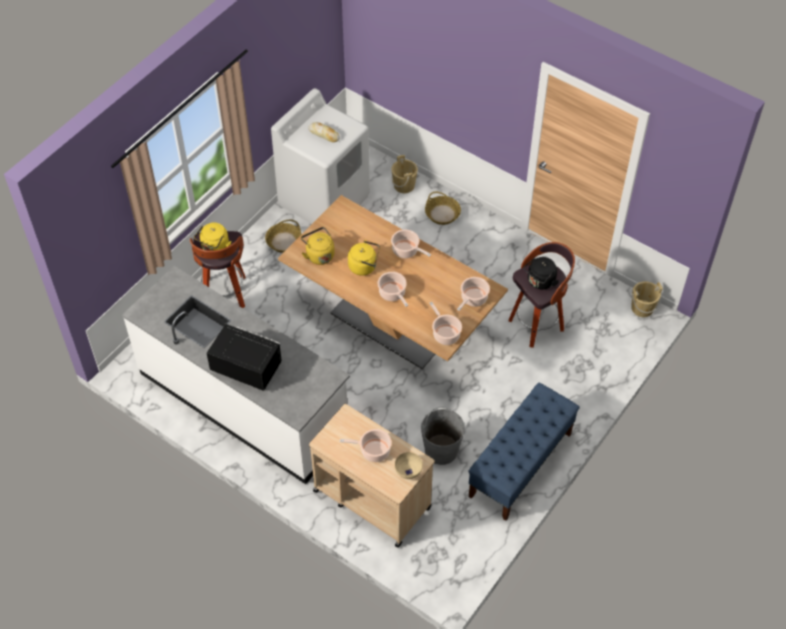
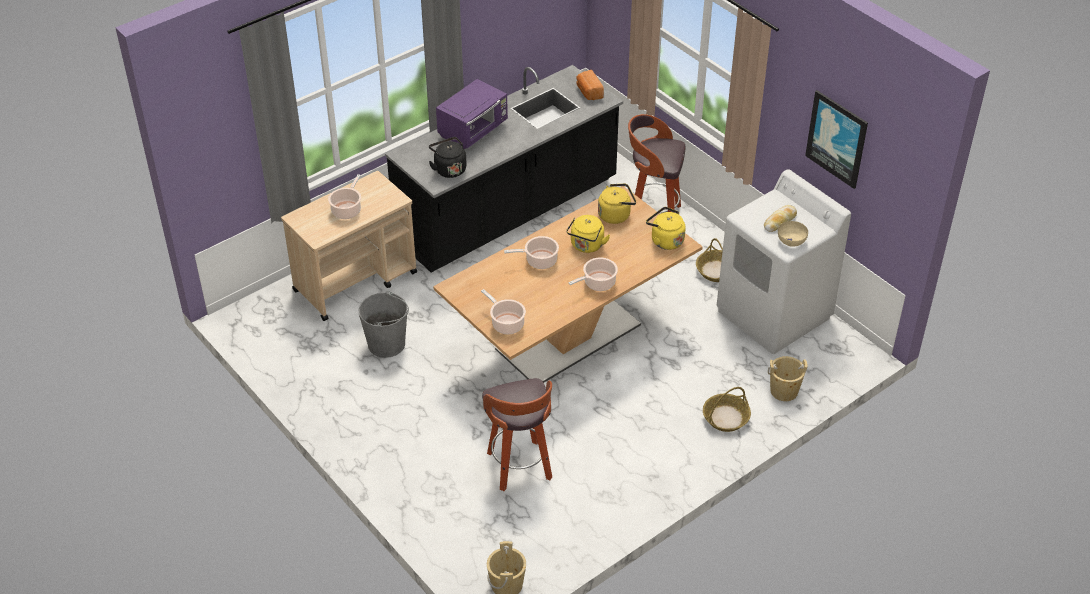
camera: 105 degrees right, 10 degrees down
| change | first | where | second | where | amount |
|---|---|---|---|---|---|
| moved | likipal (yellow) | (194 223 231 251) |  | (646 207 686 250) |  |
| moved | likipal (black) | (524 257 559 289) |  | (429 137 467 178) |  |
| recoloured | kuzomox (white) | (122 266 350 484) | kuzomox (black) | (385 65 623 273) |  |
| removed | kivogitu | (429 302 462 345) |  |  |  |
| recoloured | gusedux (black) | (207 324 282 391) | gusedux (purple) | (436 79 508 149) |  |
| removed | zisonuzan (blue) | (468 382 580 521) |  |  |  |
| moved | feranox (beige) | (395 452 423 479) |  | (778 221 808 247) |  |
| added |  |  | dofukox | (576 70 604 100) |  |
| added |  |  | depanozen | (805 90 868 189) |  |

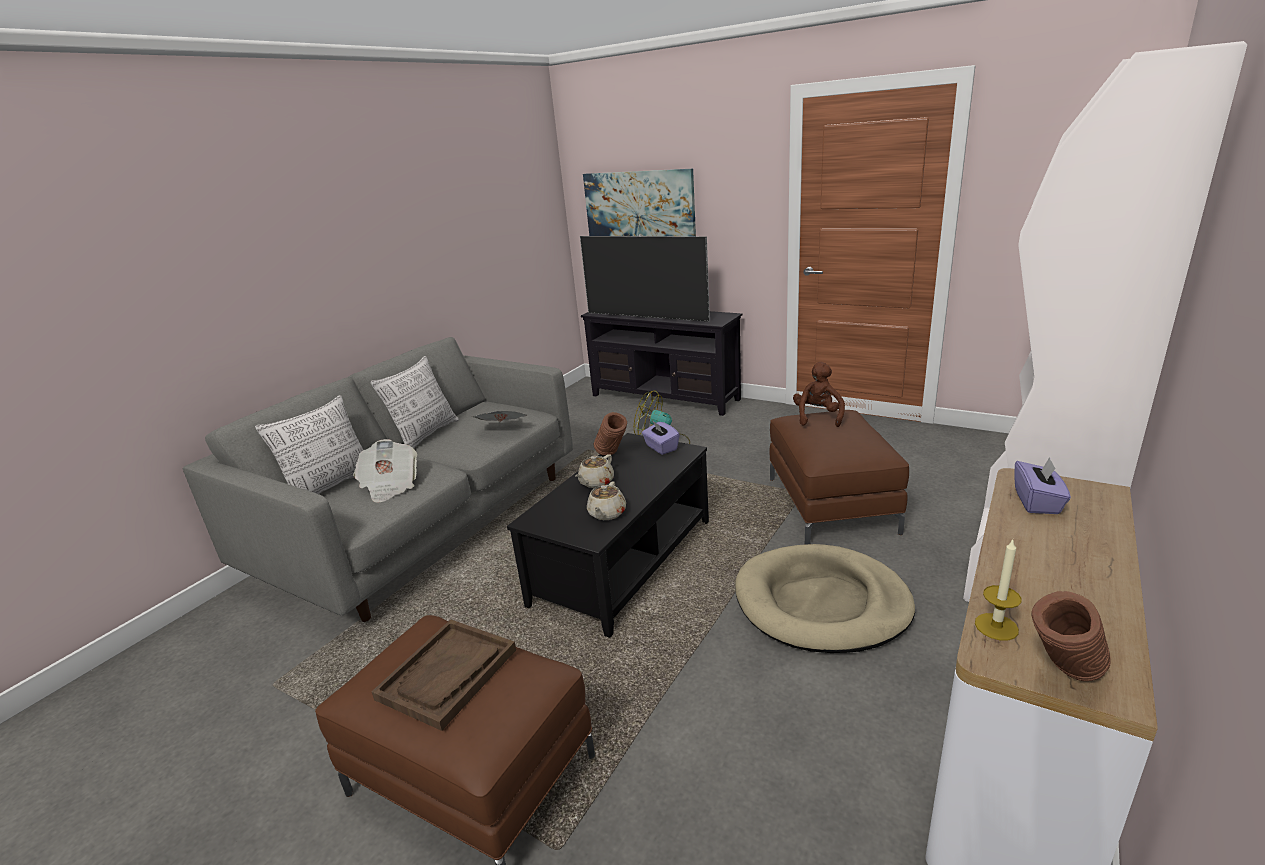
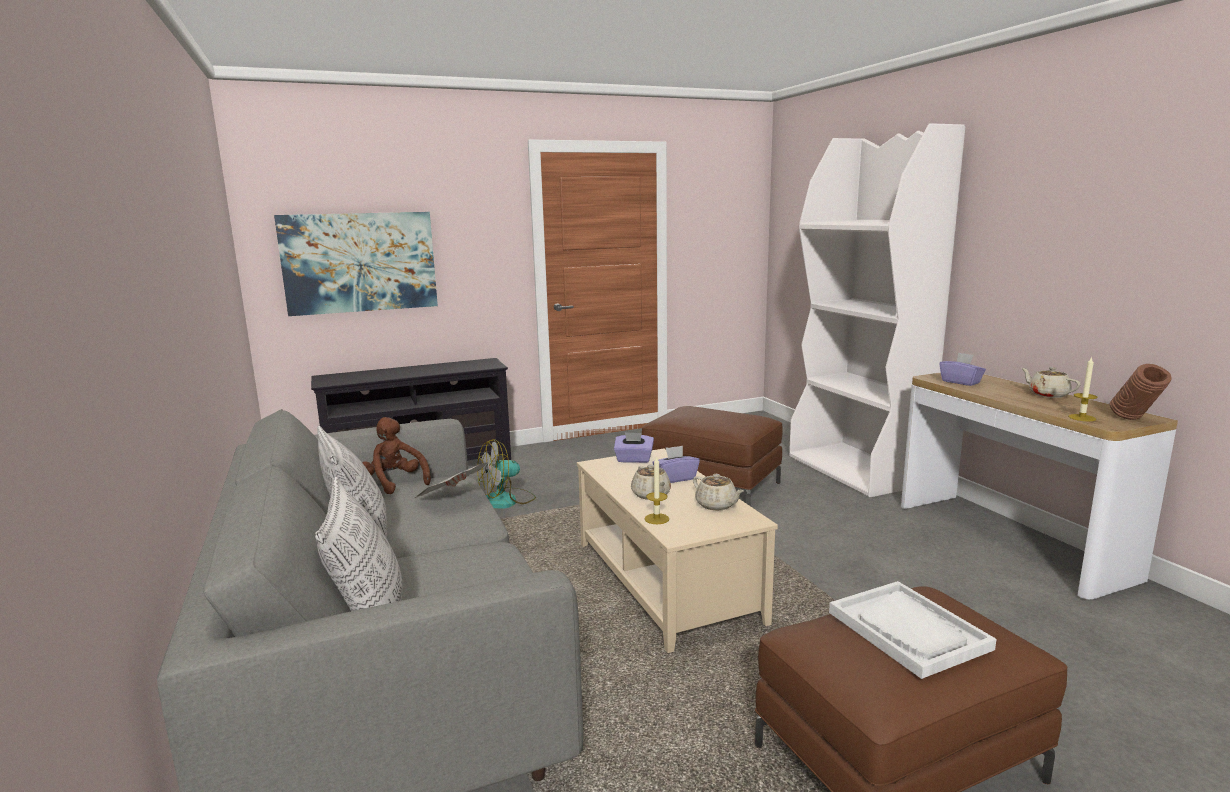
camera: 55 degrees left, 10 degrees down
| change | first | where | second | where | amount |
|---|---|---|---|---|---|
| removed | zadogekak | (580 234 710 322) |  |  |  |
| moved | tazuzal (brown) | (793 362 845 427) |  | (363 417 431 494) |  |
| removed | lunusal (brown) | (593 412 627 456) |  |  |  |
| recoloured | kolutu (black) | (507 433 709 638) | kolutu (beige) | (577 449 778 653) |  |
| removed | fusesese | (353 439 417 503) |  |  |  |
| removed | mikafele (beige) | (735 544 915 653) |  |  |  |
| recoloured | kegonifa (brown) | (372 620 516 731) | kegonifa (white) | (829 581 997 679) |  |
| added |  |  | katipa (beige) | (1021 367 1081 398) |  |
| added |  |  | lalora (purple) | (652 445 700 483) |  |
| added |  |  | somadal | (645 456 669 524) |  |

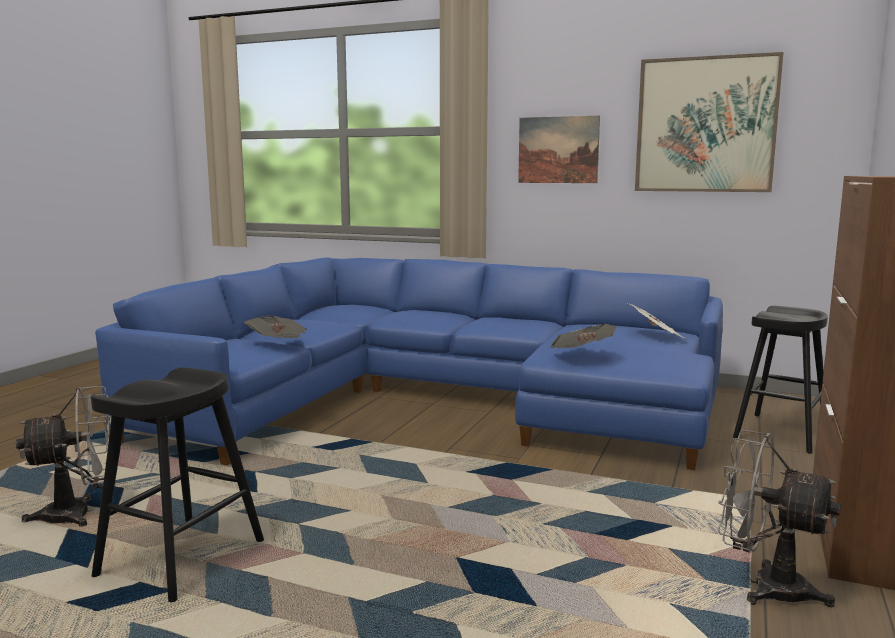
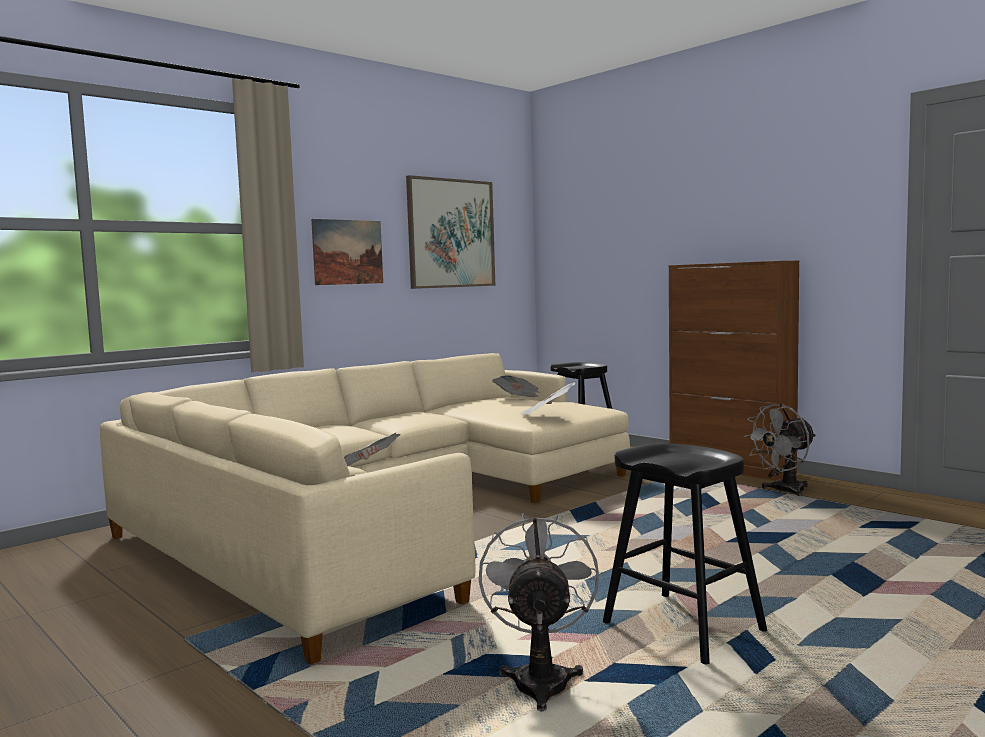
camera: 65 degrees left, 5 degrees down
| change | first | where | second | where | amount |
|---|---|---|---|---|---|
| recoloured | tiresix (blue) | (95 258 723 470) | tiresix (beige) | (100 353 630 665) |  |

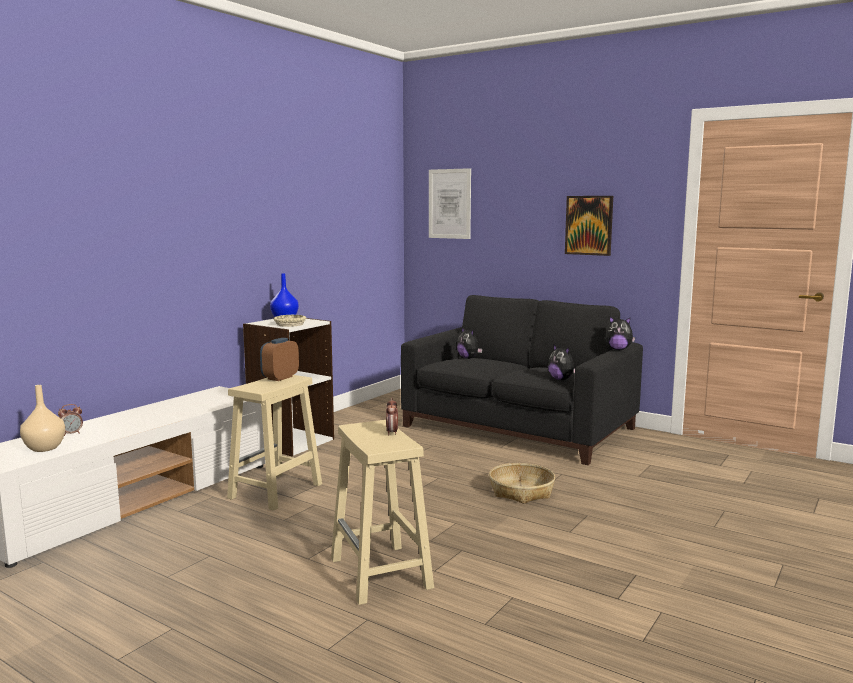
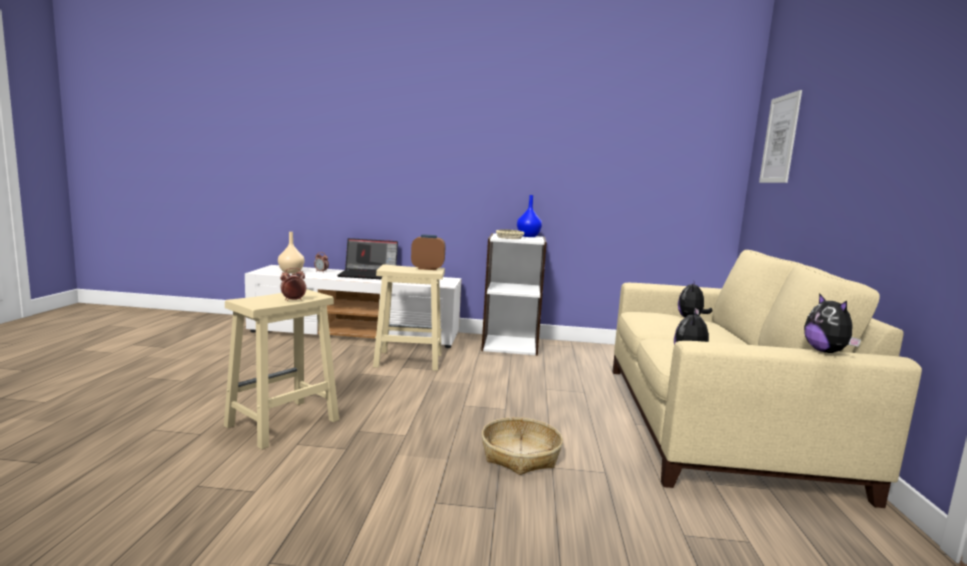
camera: 60 degrees right, 0 degrees up
| change | first | where | second | where | amount |
|---|---|---|---|---|---|
| removed | depanozen | (565 196 613 256) |  |  |  |
| recoloured | tiresix (black) | (401 295 643 465) | tiresix (beige) | (613 250 922 508) |  |
| added |  |  | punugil | (337 238 398 279) |  |

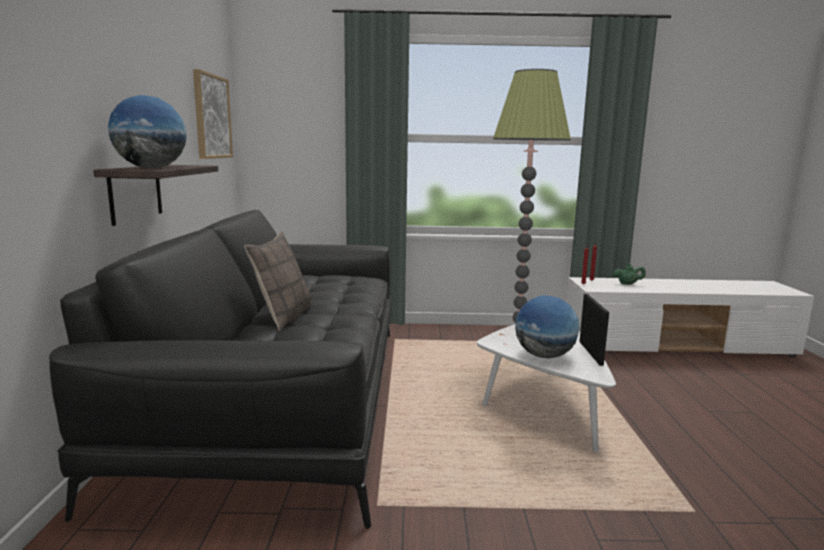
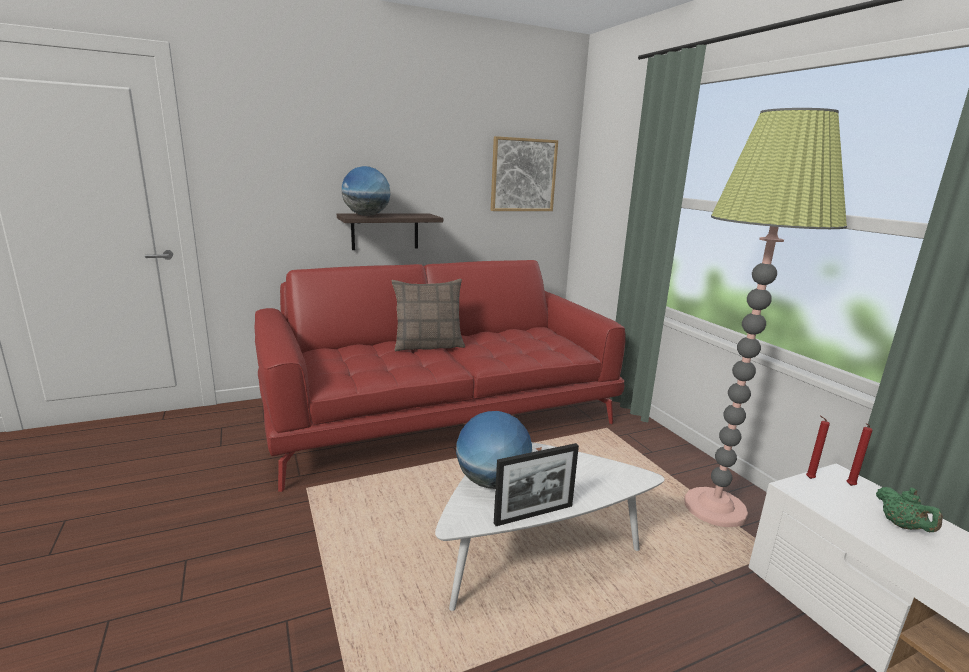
camera: 65 degrees right, 5 degrees up
| change | first | where | second | where | amount |
|---|---|---|---|---|---|
| recoloured | tiresix (black) | (49 210 391 529) | tiresix (red) | (255 260 626 492) |  |

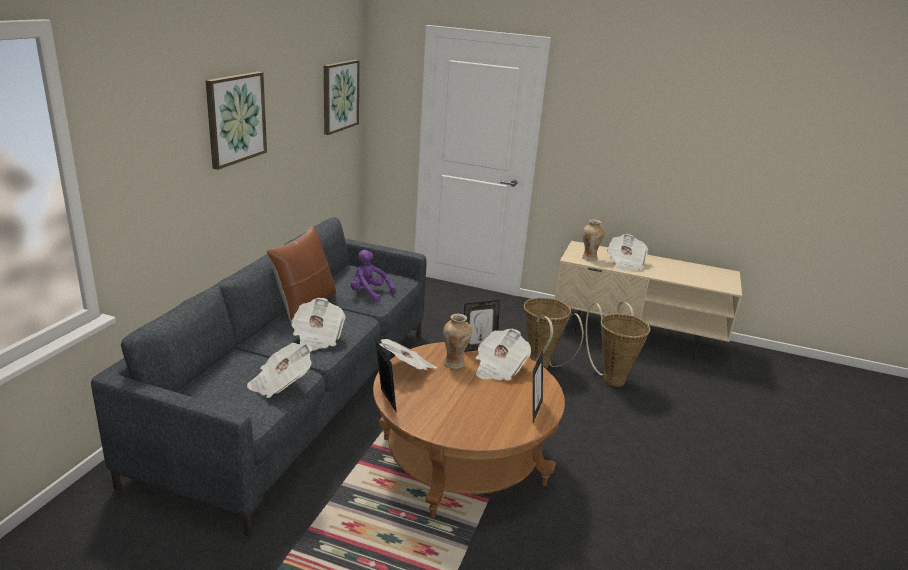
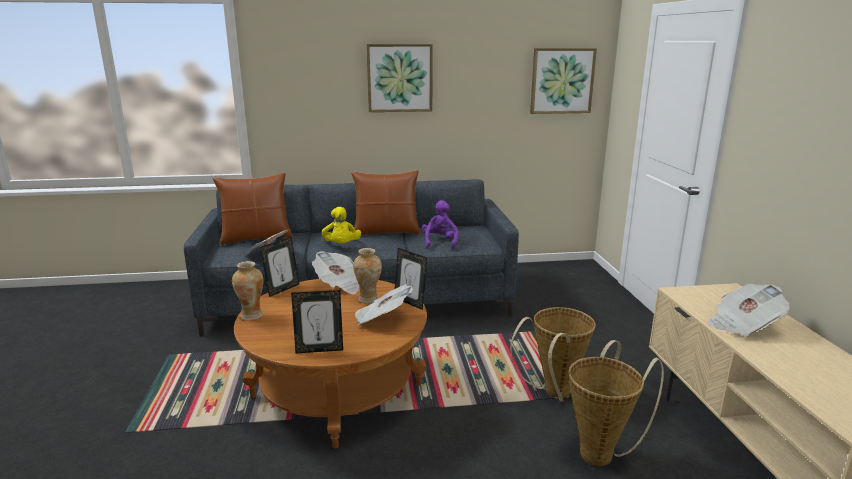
camera: 65 degrees right, 5 degrees down
| change | first | where | second | where | amount |
|---|---|---|---|---|---|
| moved | lunusal | (582 220 604 261) |  | (232 261 263 321) |  |
| replaced | fusesese | (291 298 346 351) | tazuzal (yellow) | (322 207 361 243) |  |
| added |  |  | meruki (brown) | (213 173 293 245) |  |

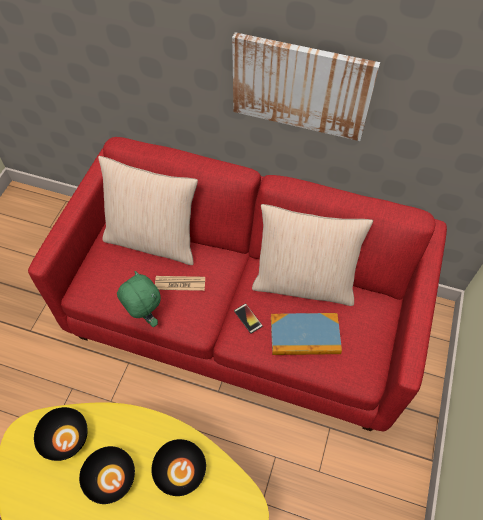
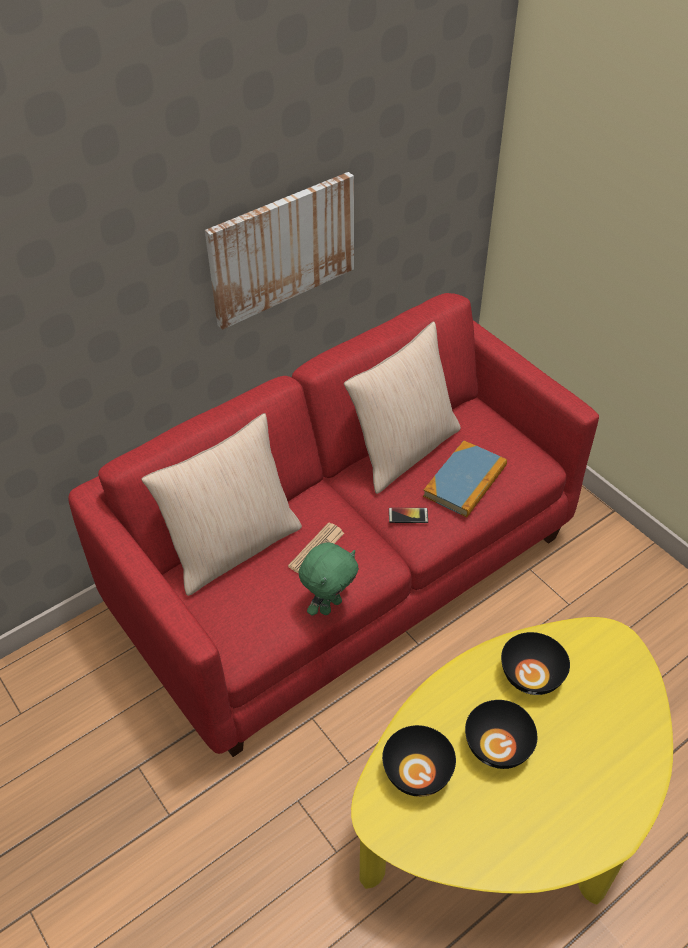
camera: 55 degrees left, 10 degrees down
| change | first | where | second | where | amount |
|---|---|---|---|---|---|
| turned | tazuzal (green) | (117 271 161 327) |  | (299 542 359 616) | 135 degrees clockwise |

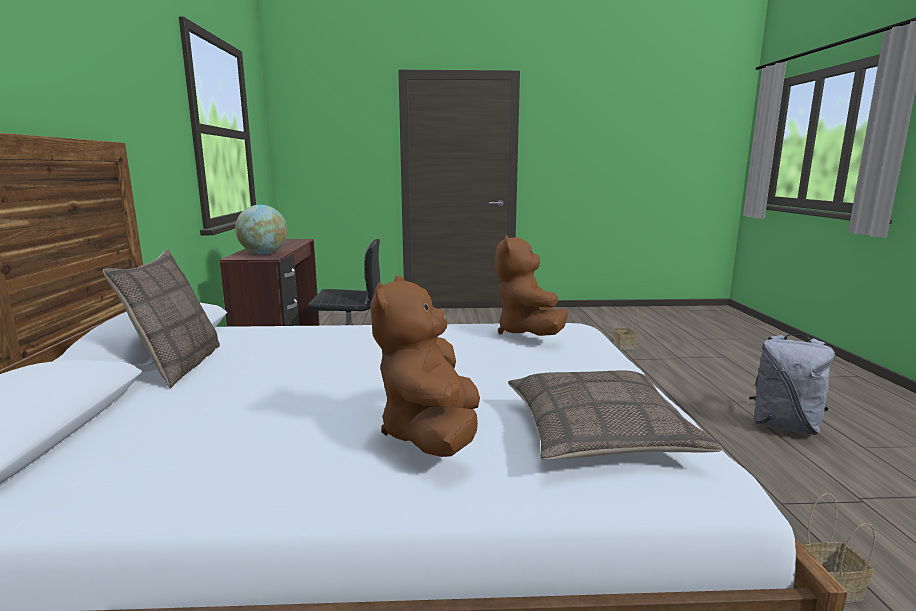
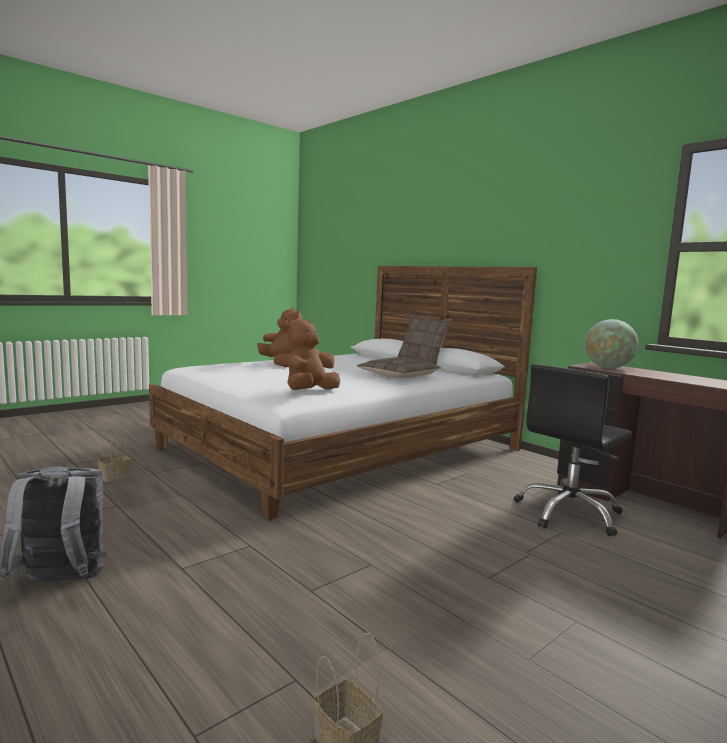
camera: 140 degrees right, 5 degrees down
| change | first | where | second | where | amount |
|---|---|---|---|---|---|
| turned | tazuzal (brown) | (495 236 568 336) |  | (286 318 340 390) | 105 degrees counterclockwise |
| moved | meruki | (508 370 723 460) |  | (357 357 441 378) |  |

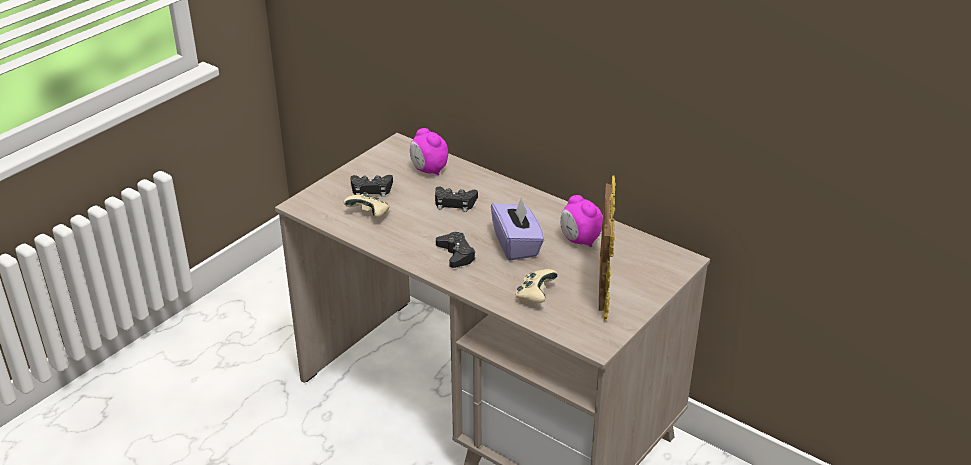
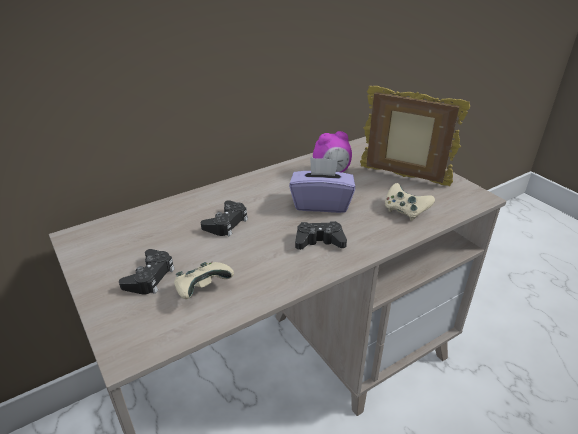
camera: 70 degrees left, 0 degrees up
| change | first | where | second | where | amount |
|---|---|---|---|---|---|
| removed | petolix | (410 128 448 176) |  |  |  |

